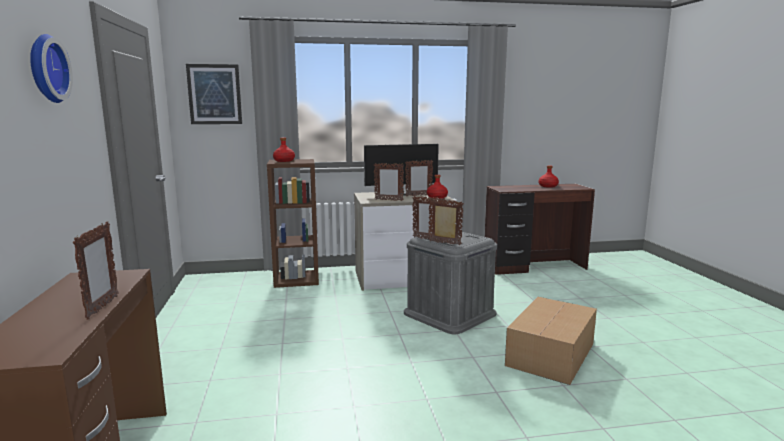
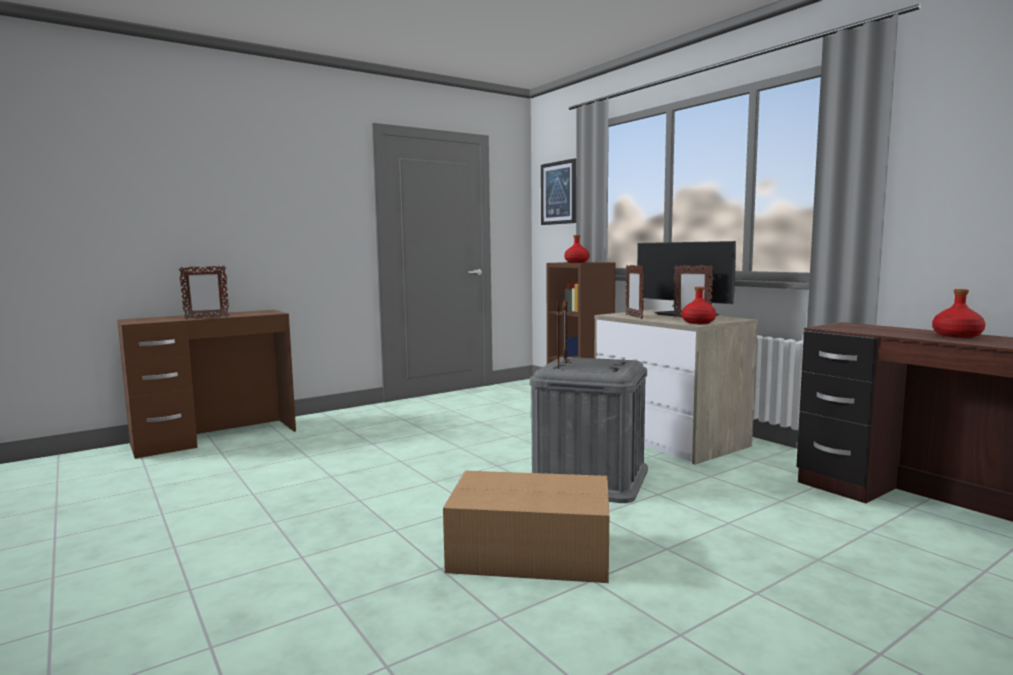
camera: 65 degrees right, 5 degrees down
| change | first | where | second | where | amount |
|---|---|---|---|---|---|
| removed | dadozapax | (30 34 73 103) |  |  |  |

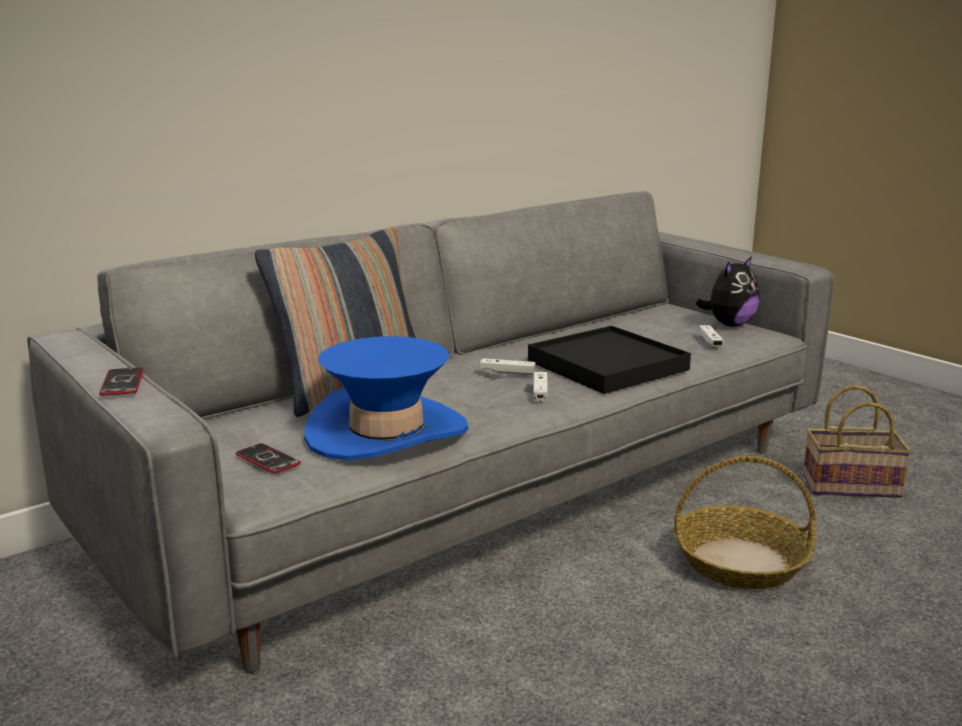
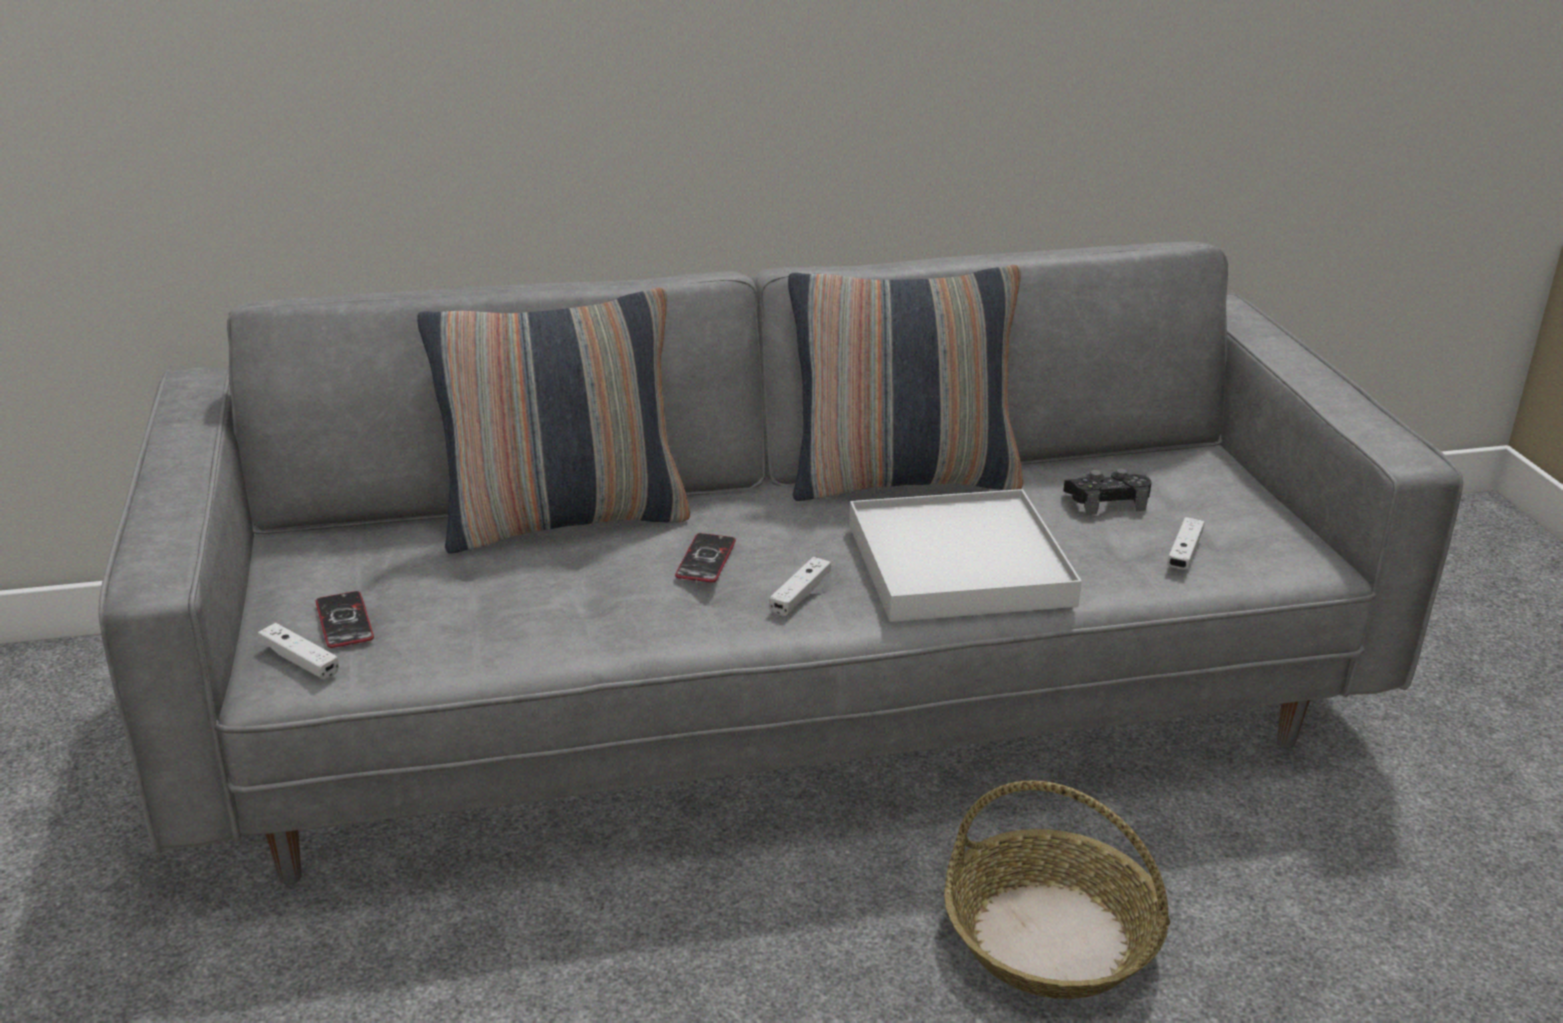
camera: 25 degrees right, 10 degrees up
| change | first | where | second | where | amount |
|---|---|---|---|---|---|
| removed | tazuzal | (696 256 760 326) |  |  |  |
| recoloured | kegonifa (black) | (528 326 691 394) | kegonifa (white) | (849 489 1082 622) |  |
| removed | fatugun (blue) | (304 336 468 461) |  |  |  |
| moved | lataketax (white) | (480 358 536 375) |  | (258 623 339 680) |  |
| moved | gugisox | (99 367 144 396) |  | (675 533 736 582) |  |
| removed | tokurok | (803 385 912 498) |  |  |  |
| added |  |  | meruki | (788 265 1024 501) |  |
| added |  |  | lataketax (black) | (1063 468 1151 515) |  |

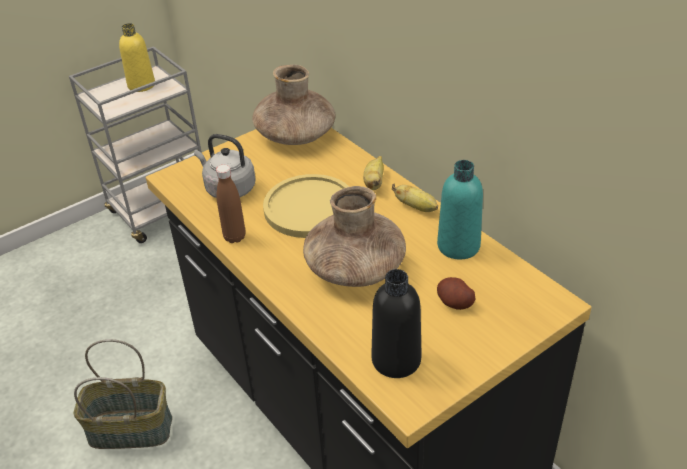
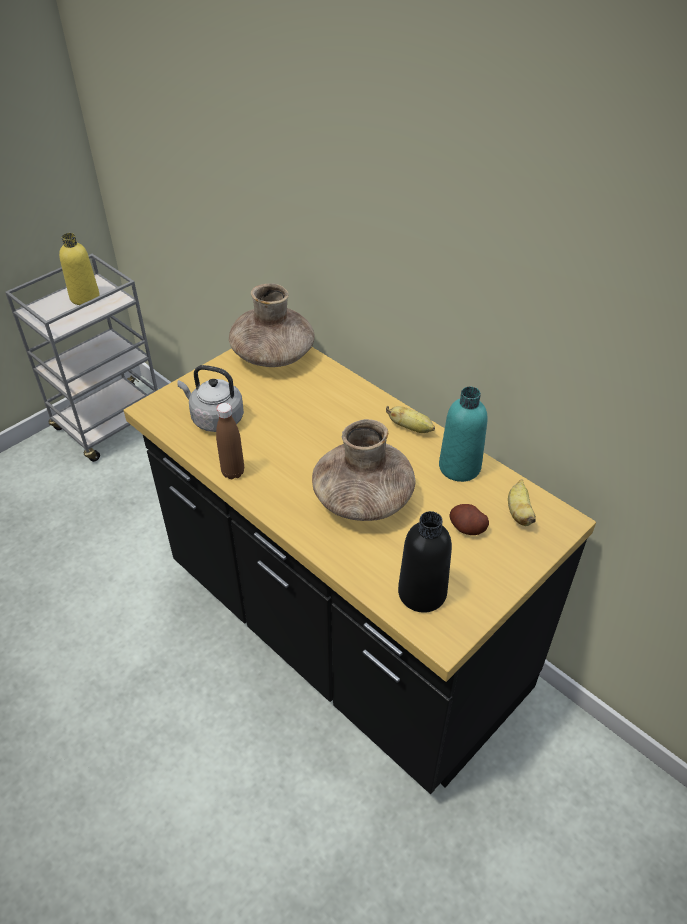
camera: 10 degrees left, 5 degrees up
| change | first | where | second | where | amount |
|---|---|---|---|---|---|
| moved | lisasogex | (363 156 384 190) |  | (508 479 536 526) |  |
| removed | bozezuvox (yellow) | (263 174 349 238) |  |  |  |
| removed | tokurok | (74 339 172 449) |  |  |  |

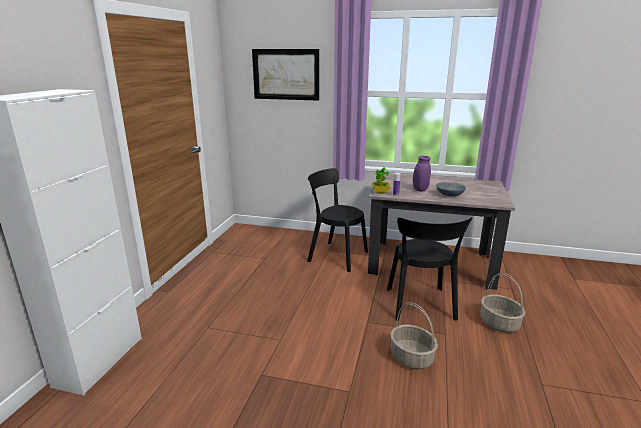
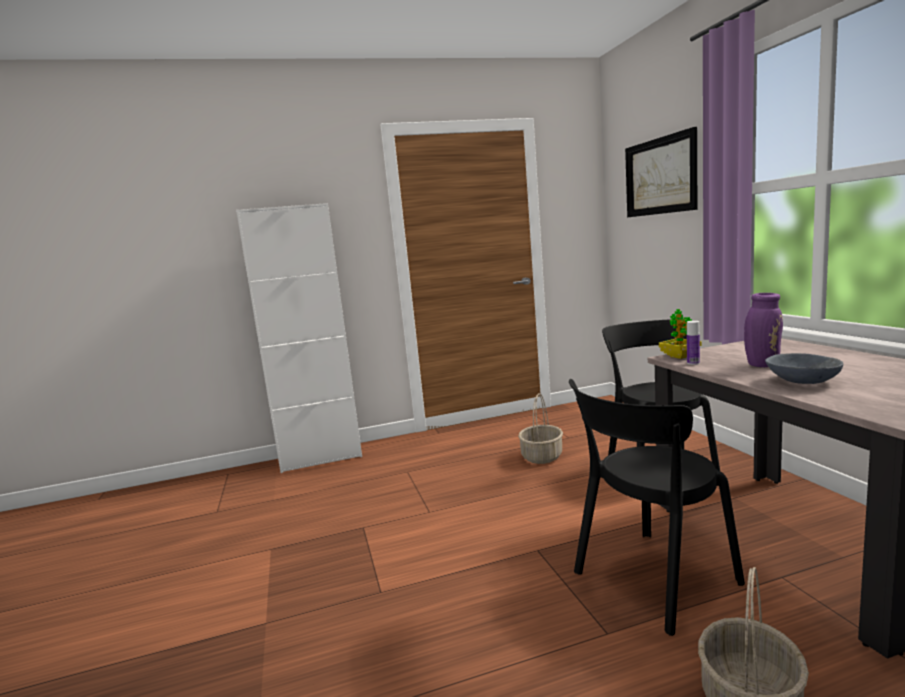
camera: 60 degrees right, 10 degrees down
| change | first | where | second | where | amount |
|---|---|---|---|---|---|
| moved | tokurok | (390 302 438 370) |  | (518 393 563 464) |  |

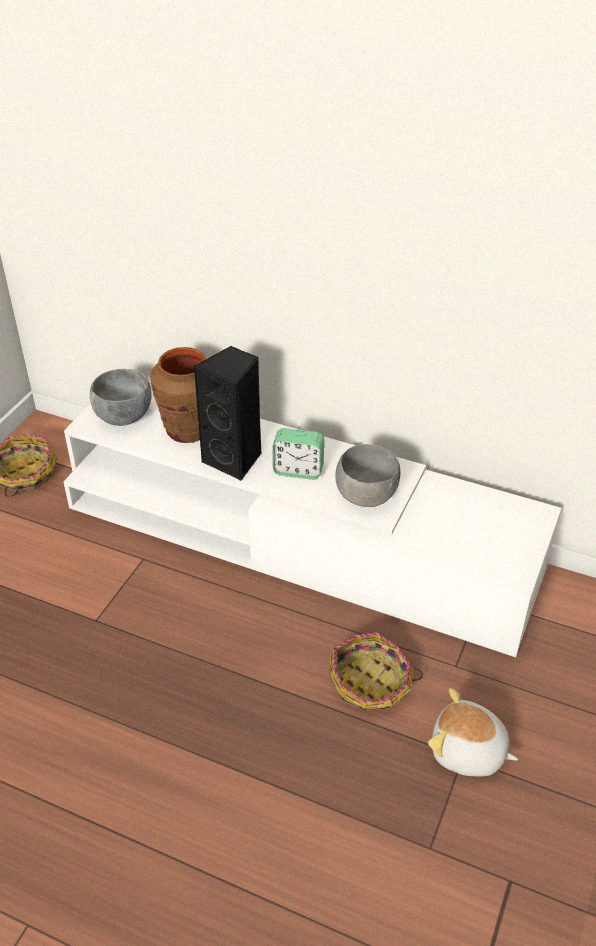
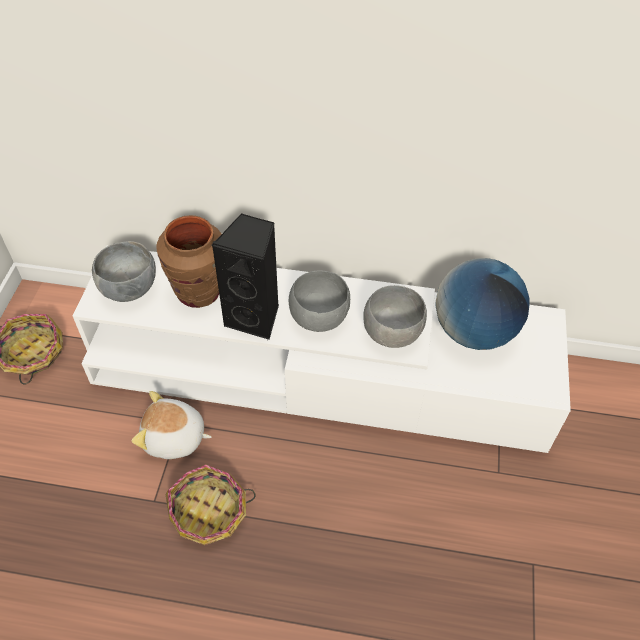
camera: 15 degrees left, 10 degrees up
| change | first | where | second | where | amount |
|---|---|---|---|---|---|
| replaced | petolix | (273 428 324 480) | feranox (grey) | (289 270 350 332) |  |
| moved | tokurok | (329 632 423 711) |  | (166 464 255 545) |  |
| moved | tazuzal | (428 688 518 777) |  | (132 391 212 459) |  |
| added |  |  | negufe | (435 258 530 350) |  |

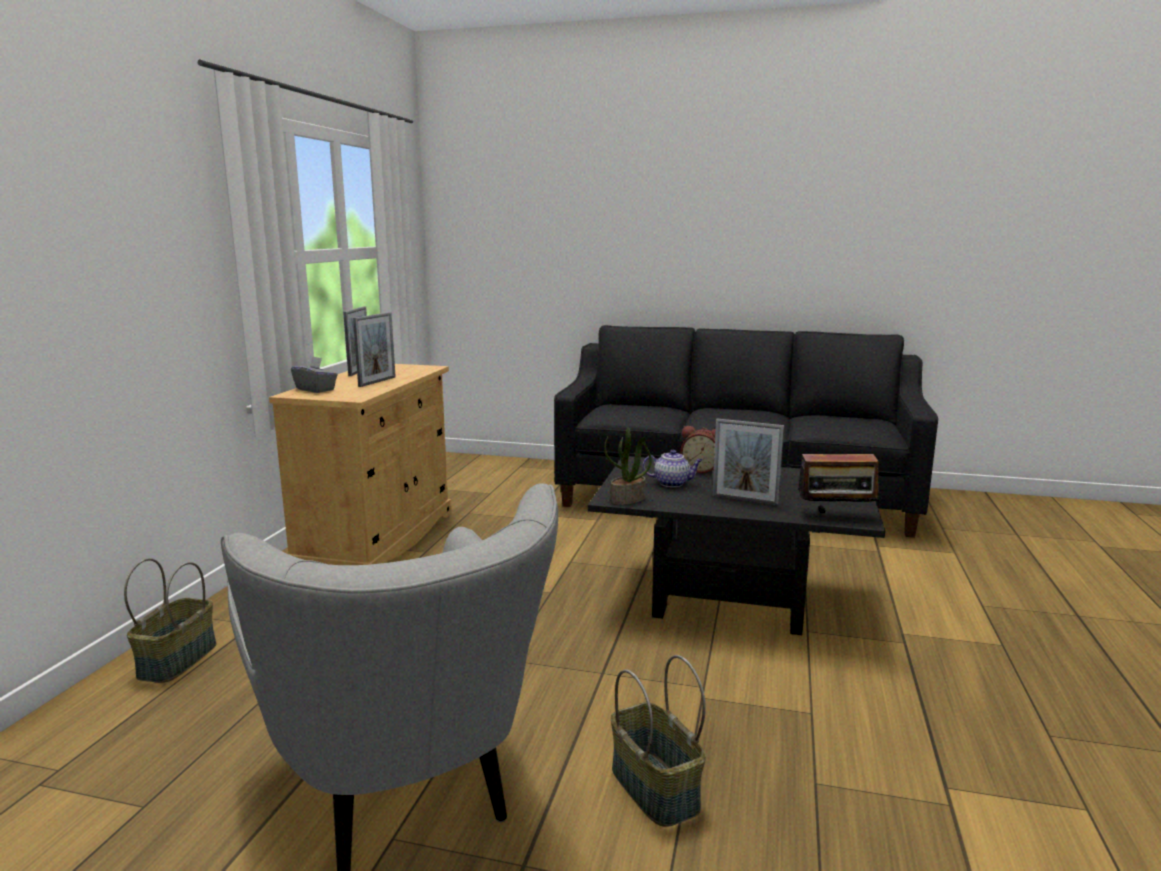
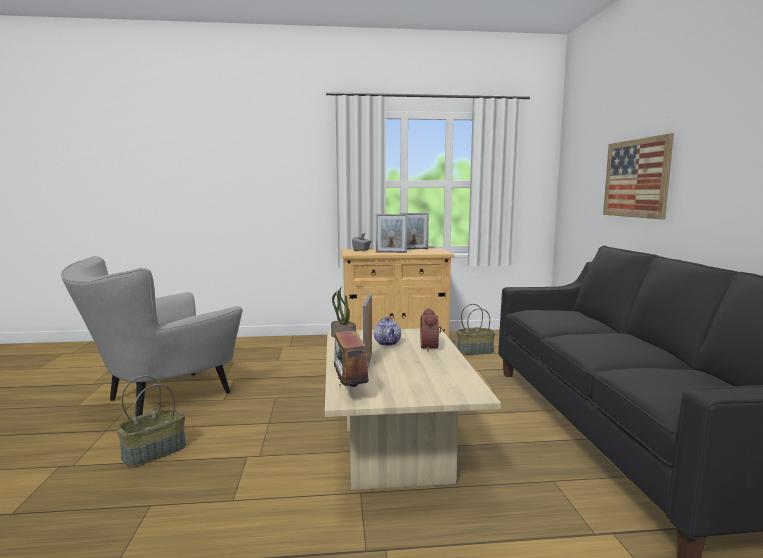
camera: 70 degrees right, 5 degrees down
| change | first | where | second | where | amount |
|---|---|---|---|---|---|
| recoloured | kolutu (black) | (588 456 885 635) | kolutu (beige) | (325 328 501 490) |  |
| moved | tokurok | (124 558 217 683) |  | (457 304 495 355) |  |
| added |  |  | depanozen | (603 133 674 219) |  |

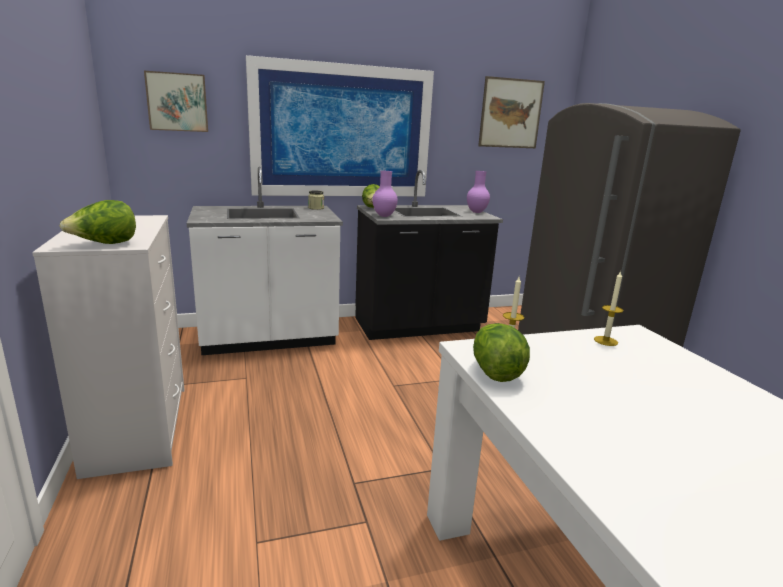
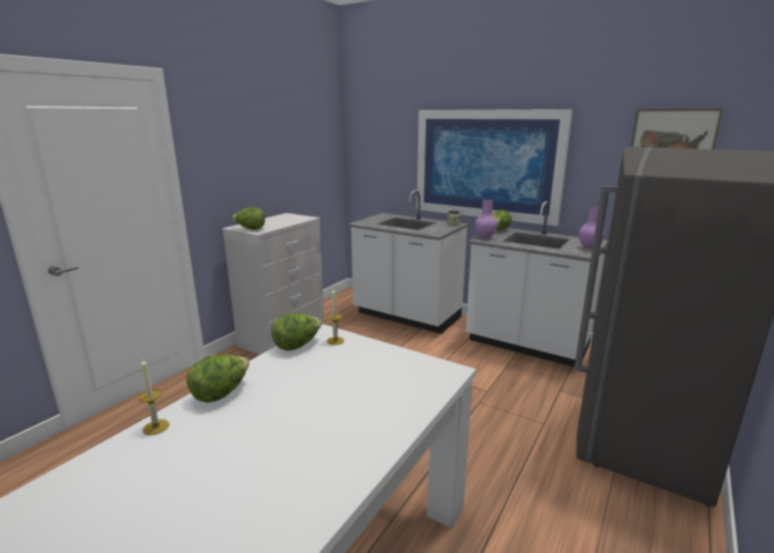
camera: 50 degrees right, 0 degrees up
| change | first | where | second | where | amount |
|---|---|---|---|---|---|
| removed | depanozen | (144 71 208 132) |  |  |  |
| recoloured | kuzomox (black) | (355 170 503 340) | kuzomox (white) | (466 201 608 367) |  |
| moved | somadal | (594 271 623 346) |  | (138 358 169 435) |  |
| added |  |  | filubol | (186 354 249 403) |  |

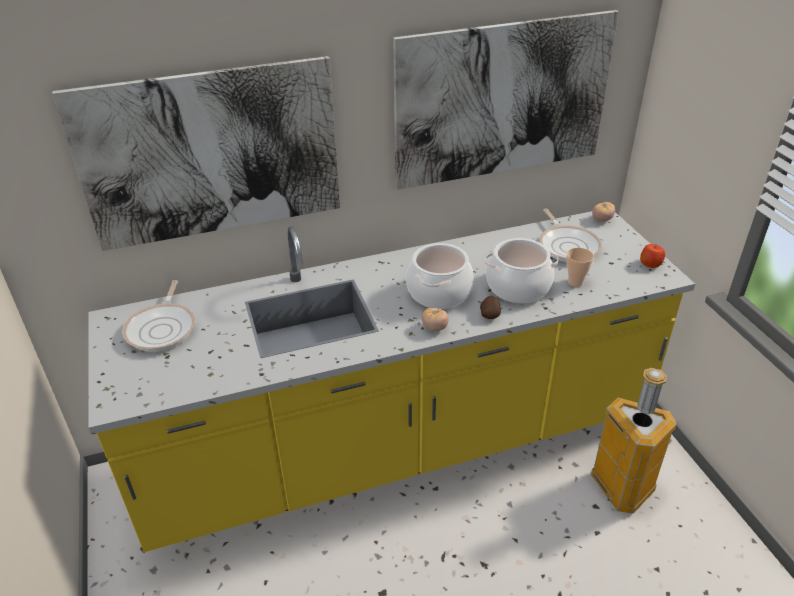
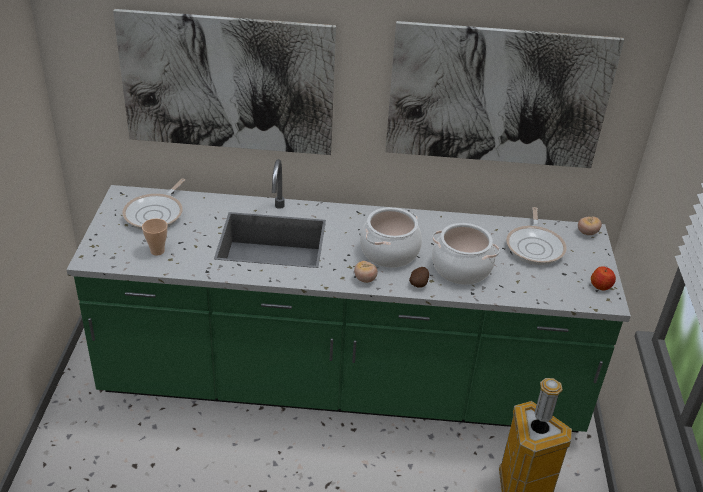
camera: 20 degrees right, 0 degrees up
| change | first | where | second | where | amount |
|---|---|---|---|---|---|
| recoloured | kuzomox (yellow) | (89 211 695 552) | kuzomox (green) | (66 159 631 432) |  |
| moved | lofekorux | (566 248 594 287) |  | (142 219 168 256) |  |

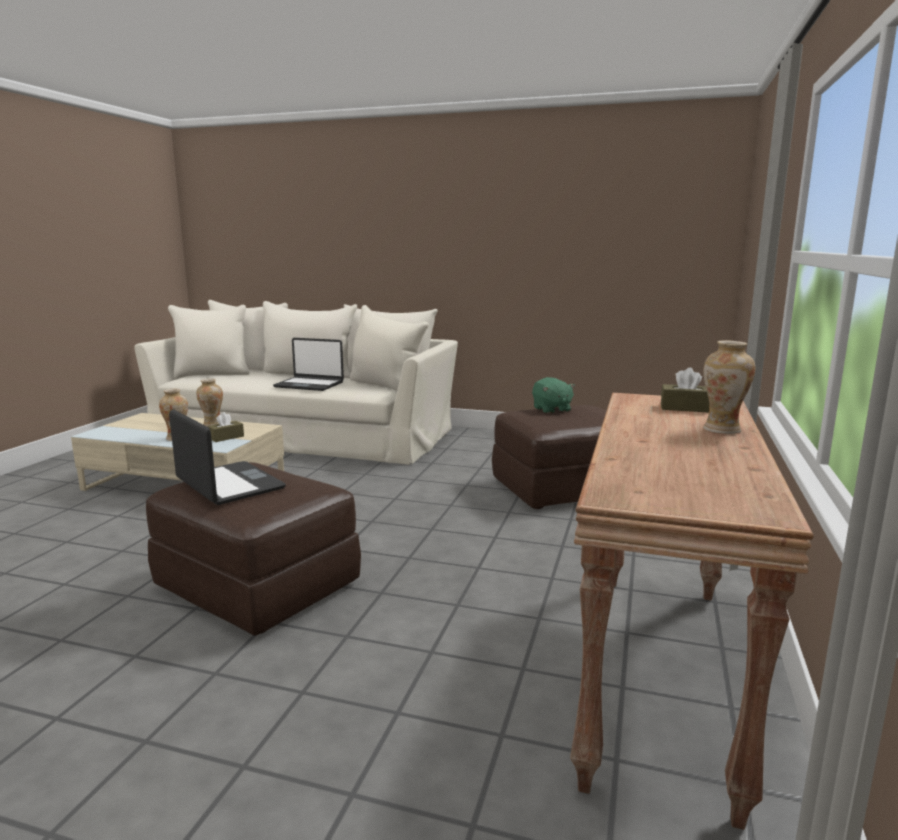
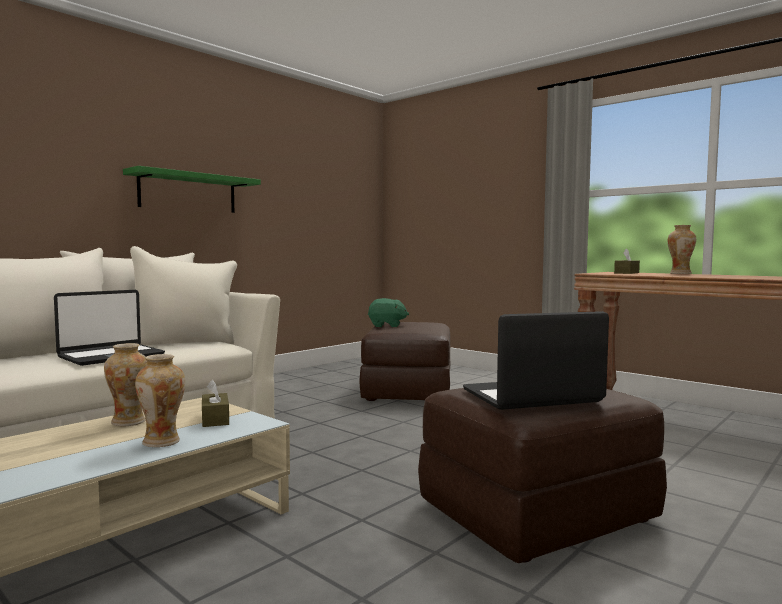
camera: 65 degrees left, 10 degrees down
| change | first | where | second | where | amount |
|---|---|---|---|---|---|
| added |  |  | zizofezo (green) | (123 166 261 213) |  |

